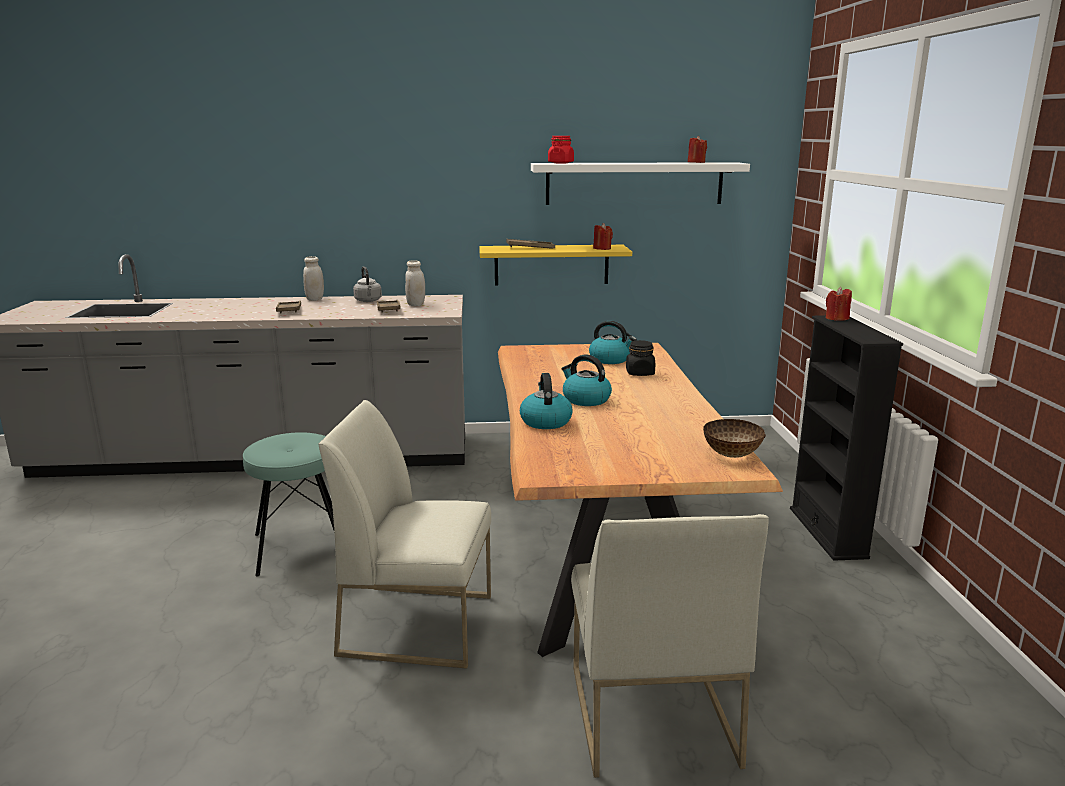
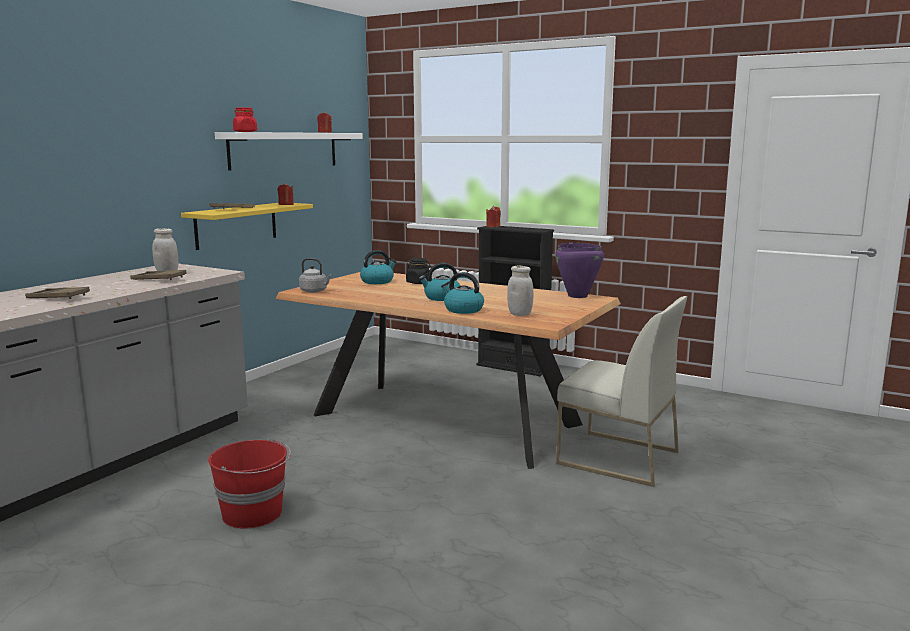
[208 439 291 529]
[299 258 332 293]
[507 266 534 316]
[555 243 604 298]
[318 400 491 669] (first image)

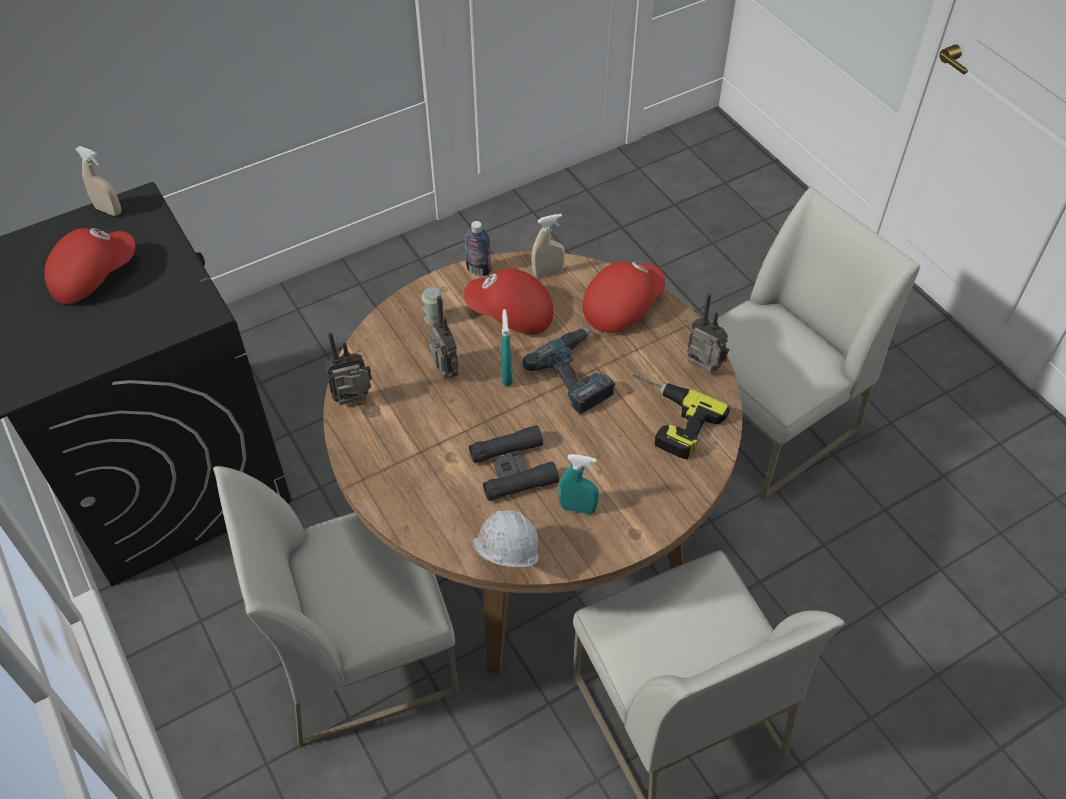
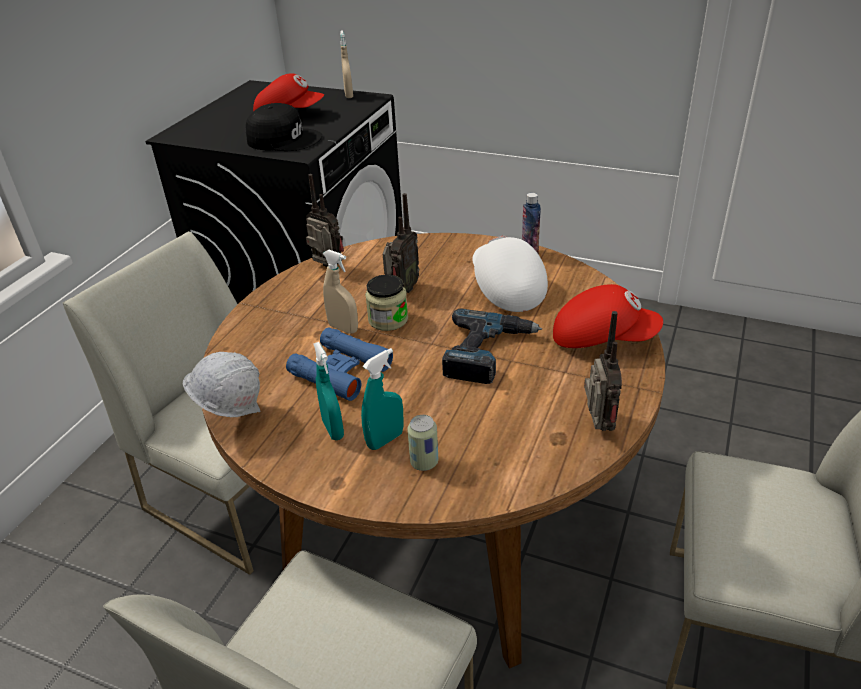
[246 103 322 151]
[286 328 393 401]
[323 250 358 334]
[361 348 403 450]
[365 274 408 331]
[407 415 438 471]
[472 236 548 312]
[633 374 730 459] (first image)

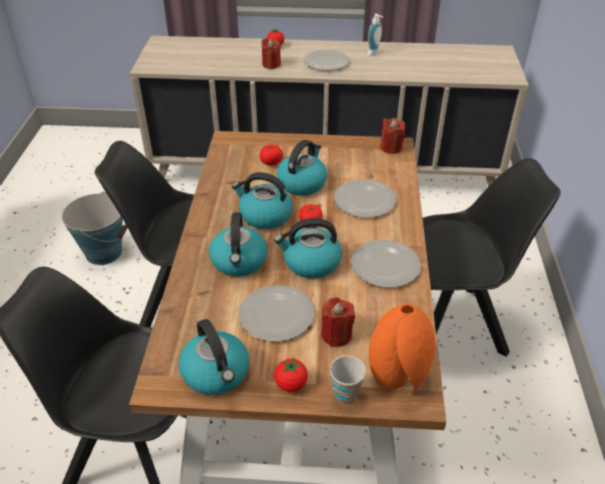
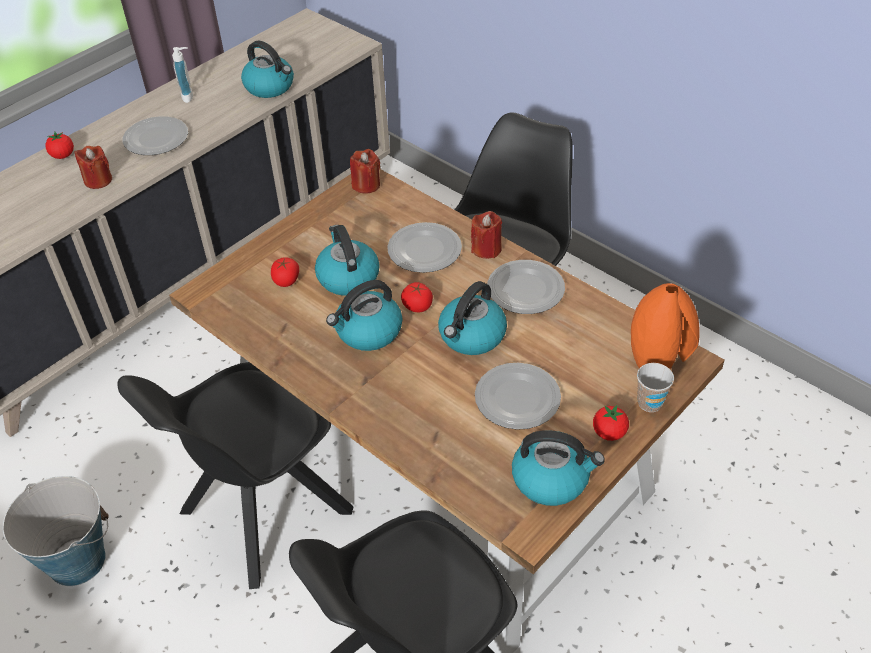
[241 40 294 98]
[471 211 502 259]

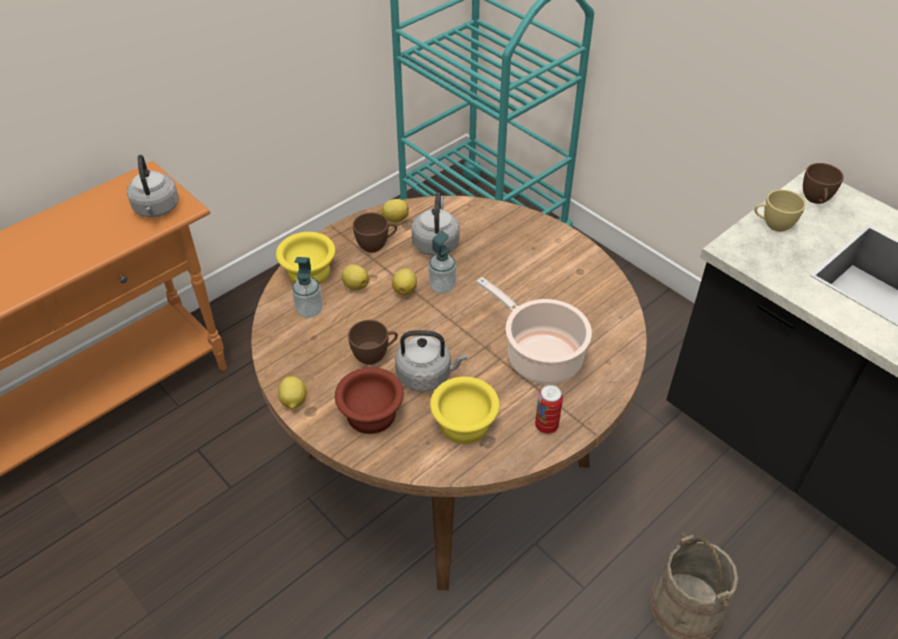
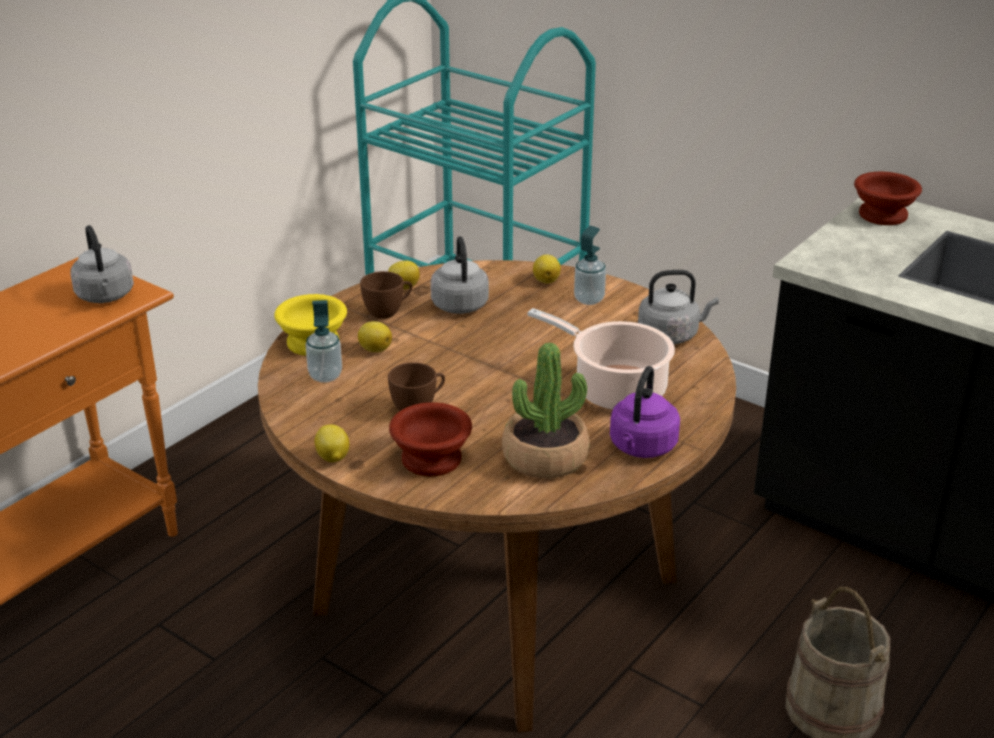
[502 343 590 479]
[533 255 561 283]
[574 226 606 305]
[610 366 680 458]
[638 270 719 344]
[854 172 922 225]
[754 190 806 232] (first image)

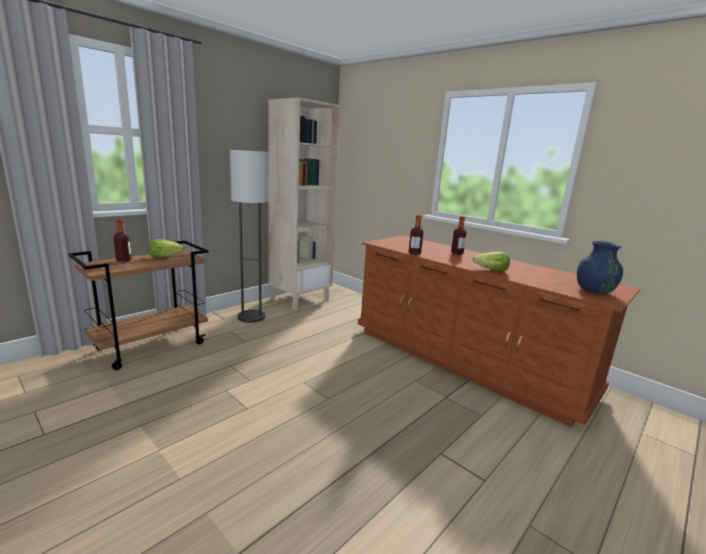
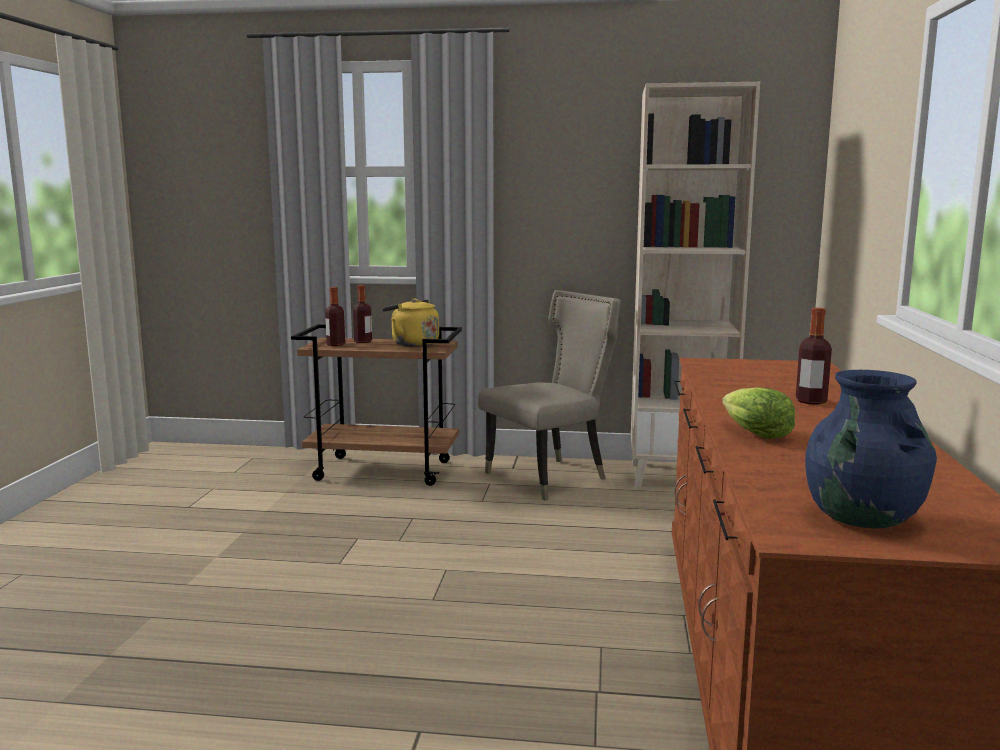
[325 287 345 346]
[382 299 439 347]
[478 290 621 501]

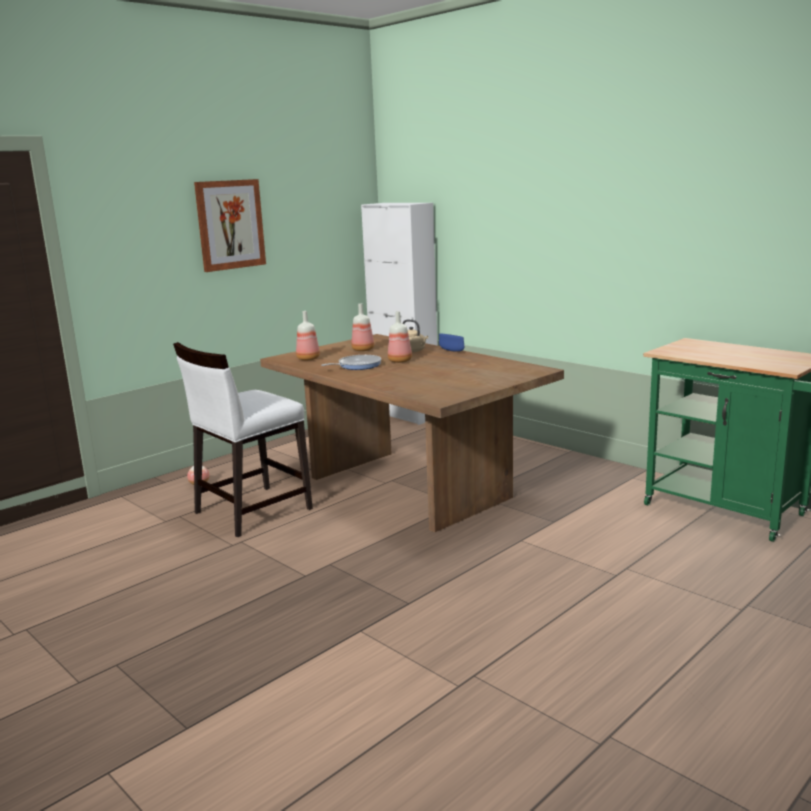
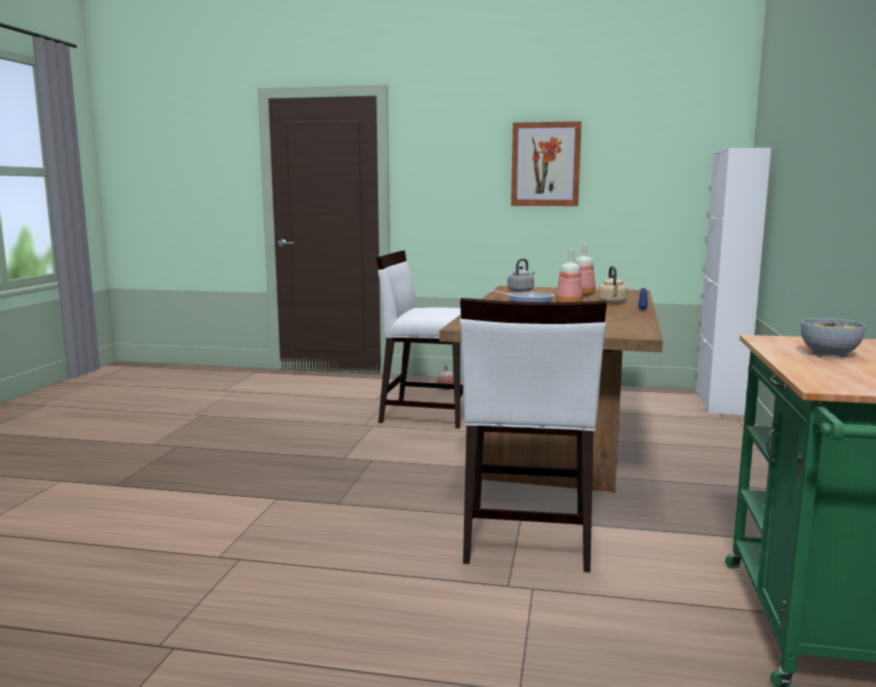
[460 298 607 572]
[507 259 534 292]
[801 318 866 358]

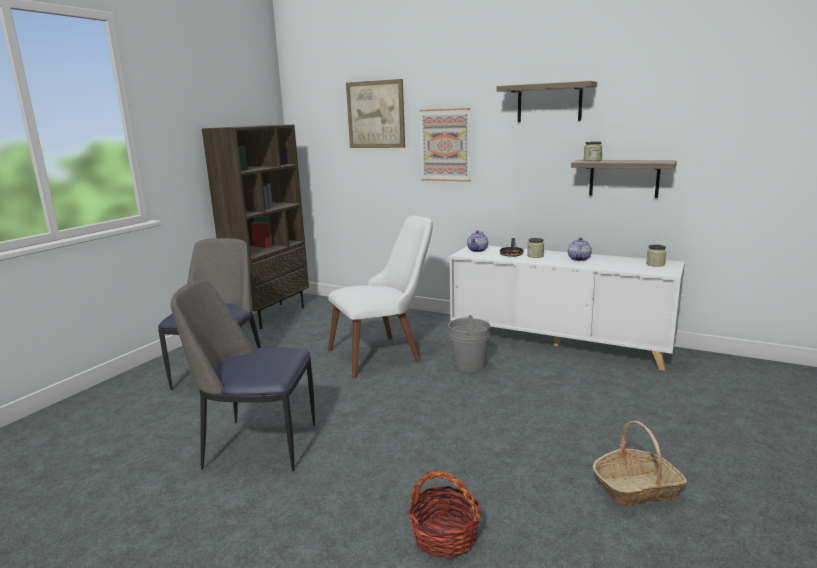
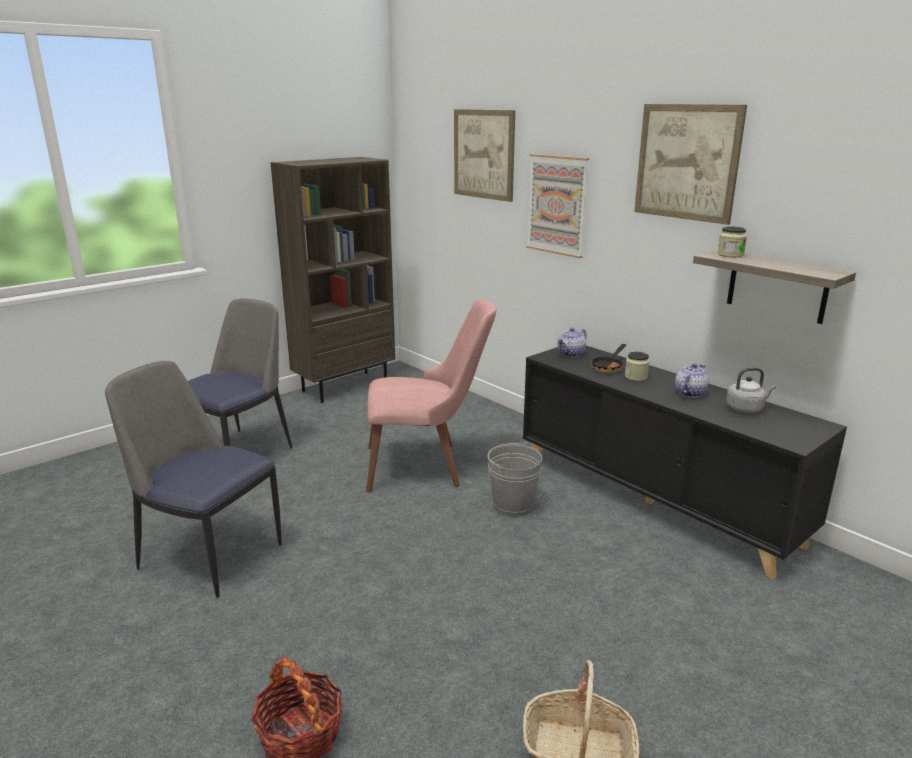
[366 299 496 493]
[523 346 847 580]
[634 104 747 225]
[726 368 776 413]
[646 245 666 267] (first image)

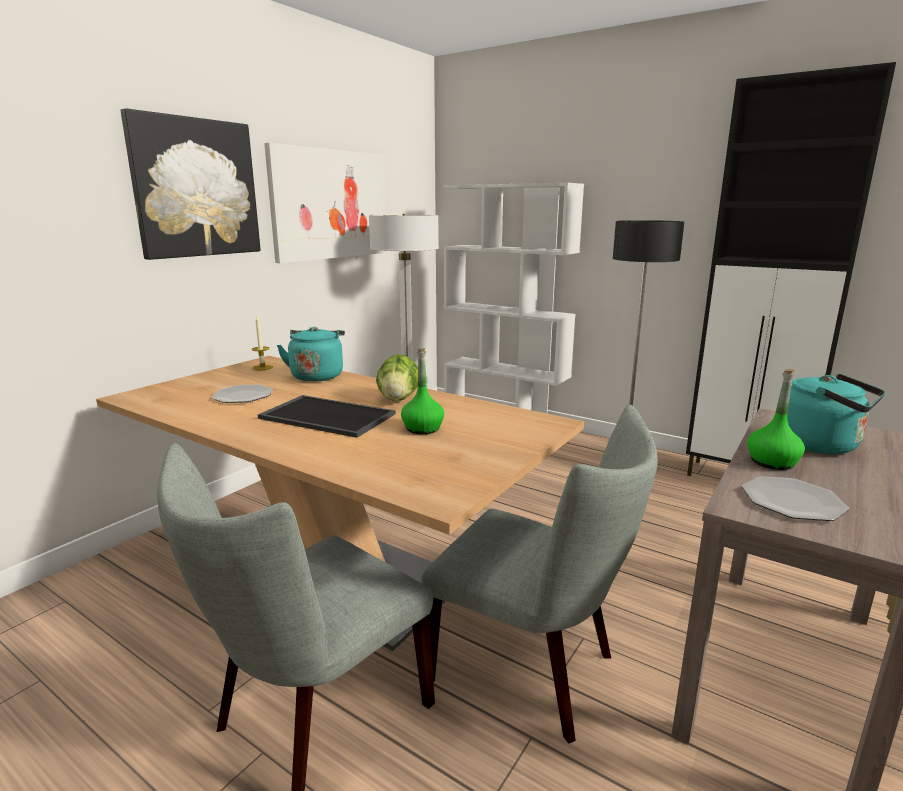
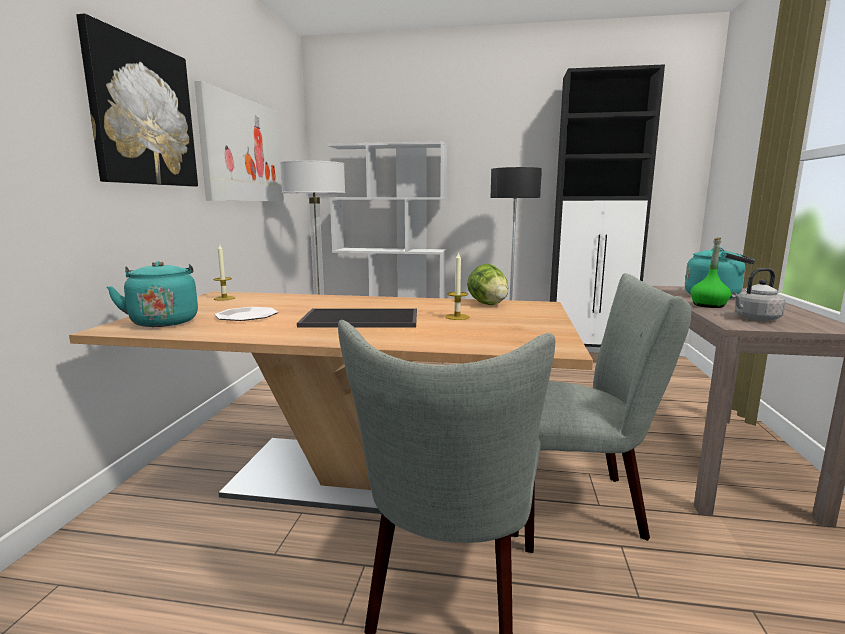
[107 261 198 327]
[445 251 470 320]
[467 264 508 305]
[732 268 786 321]

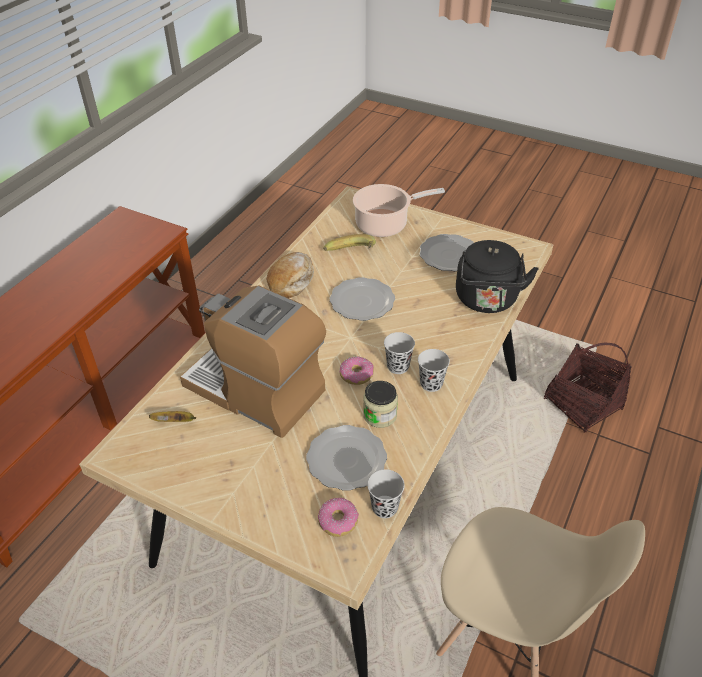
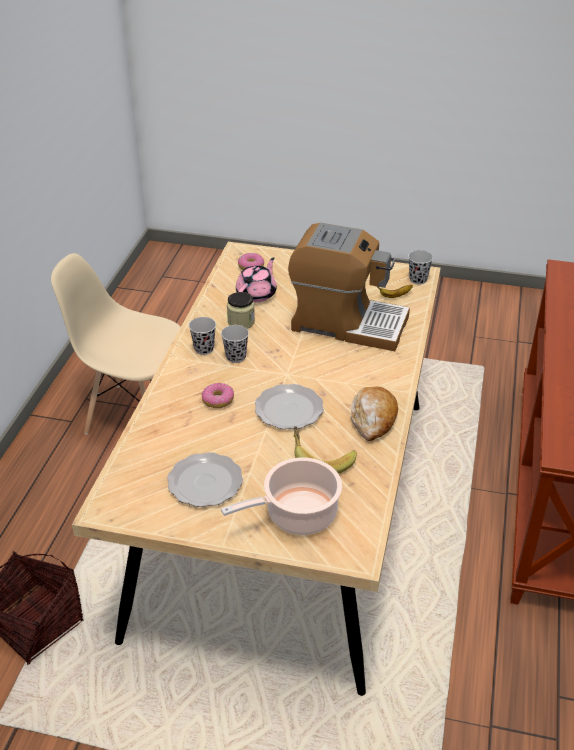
[202 383 234 408]
[236 257 277 303]
[408 250 433 284]
[456 240 539 313] (first image)

